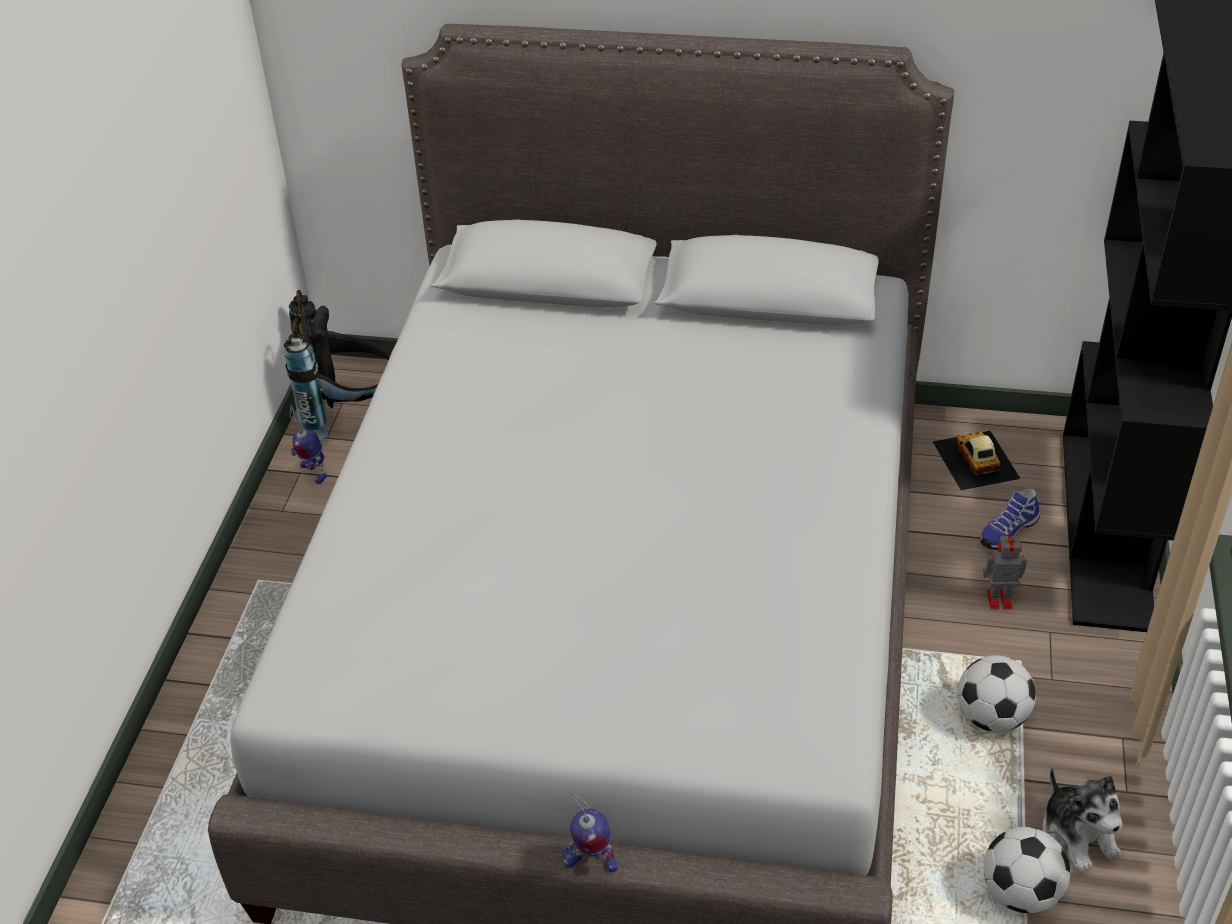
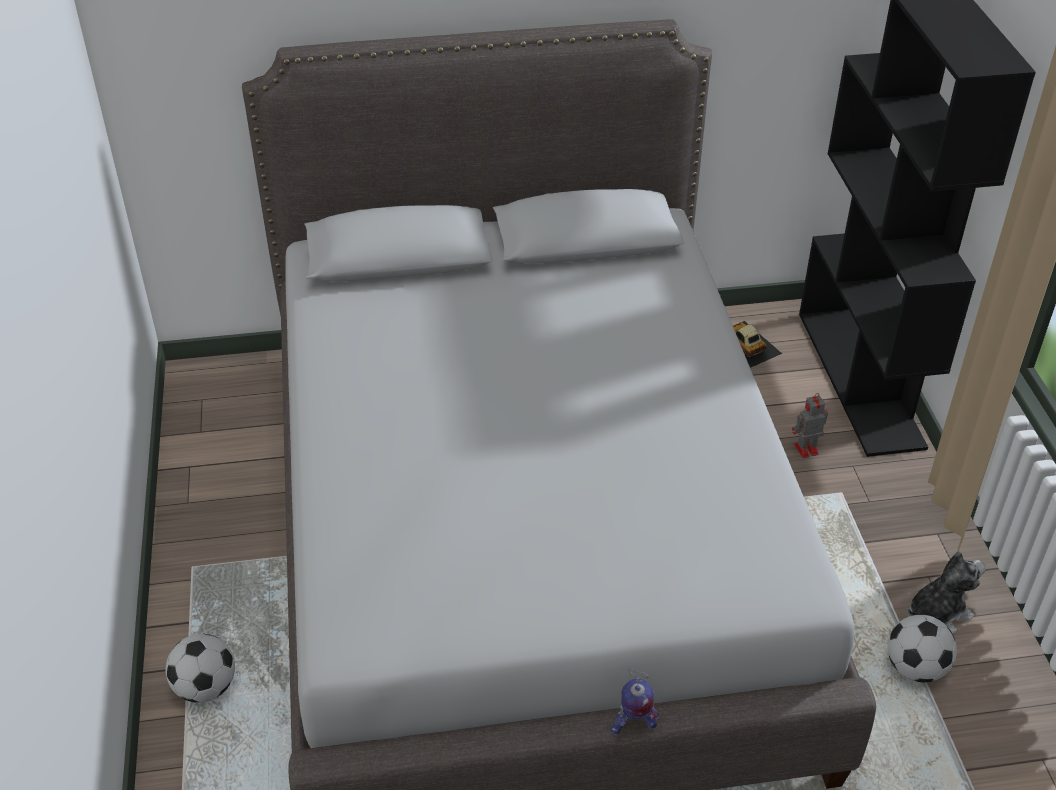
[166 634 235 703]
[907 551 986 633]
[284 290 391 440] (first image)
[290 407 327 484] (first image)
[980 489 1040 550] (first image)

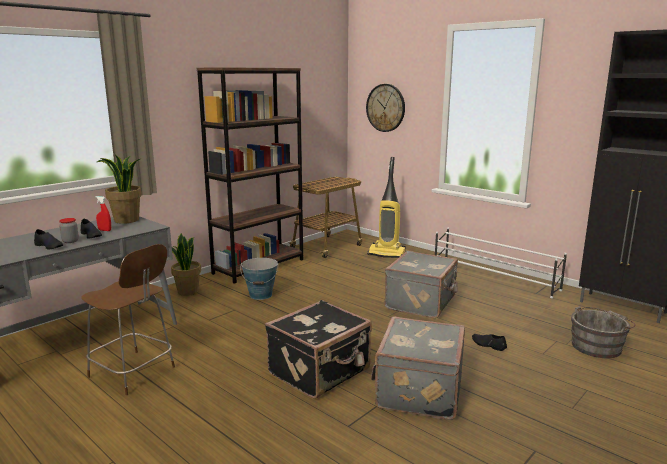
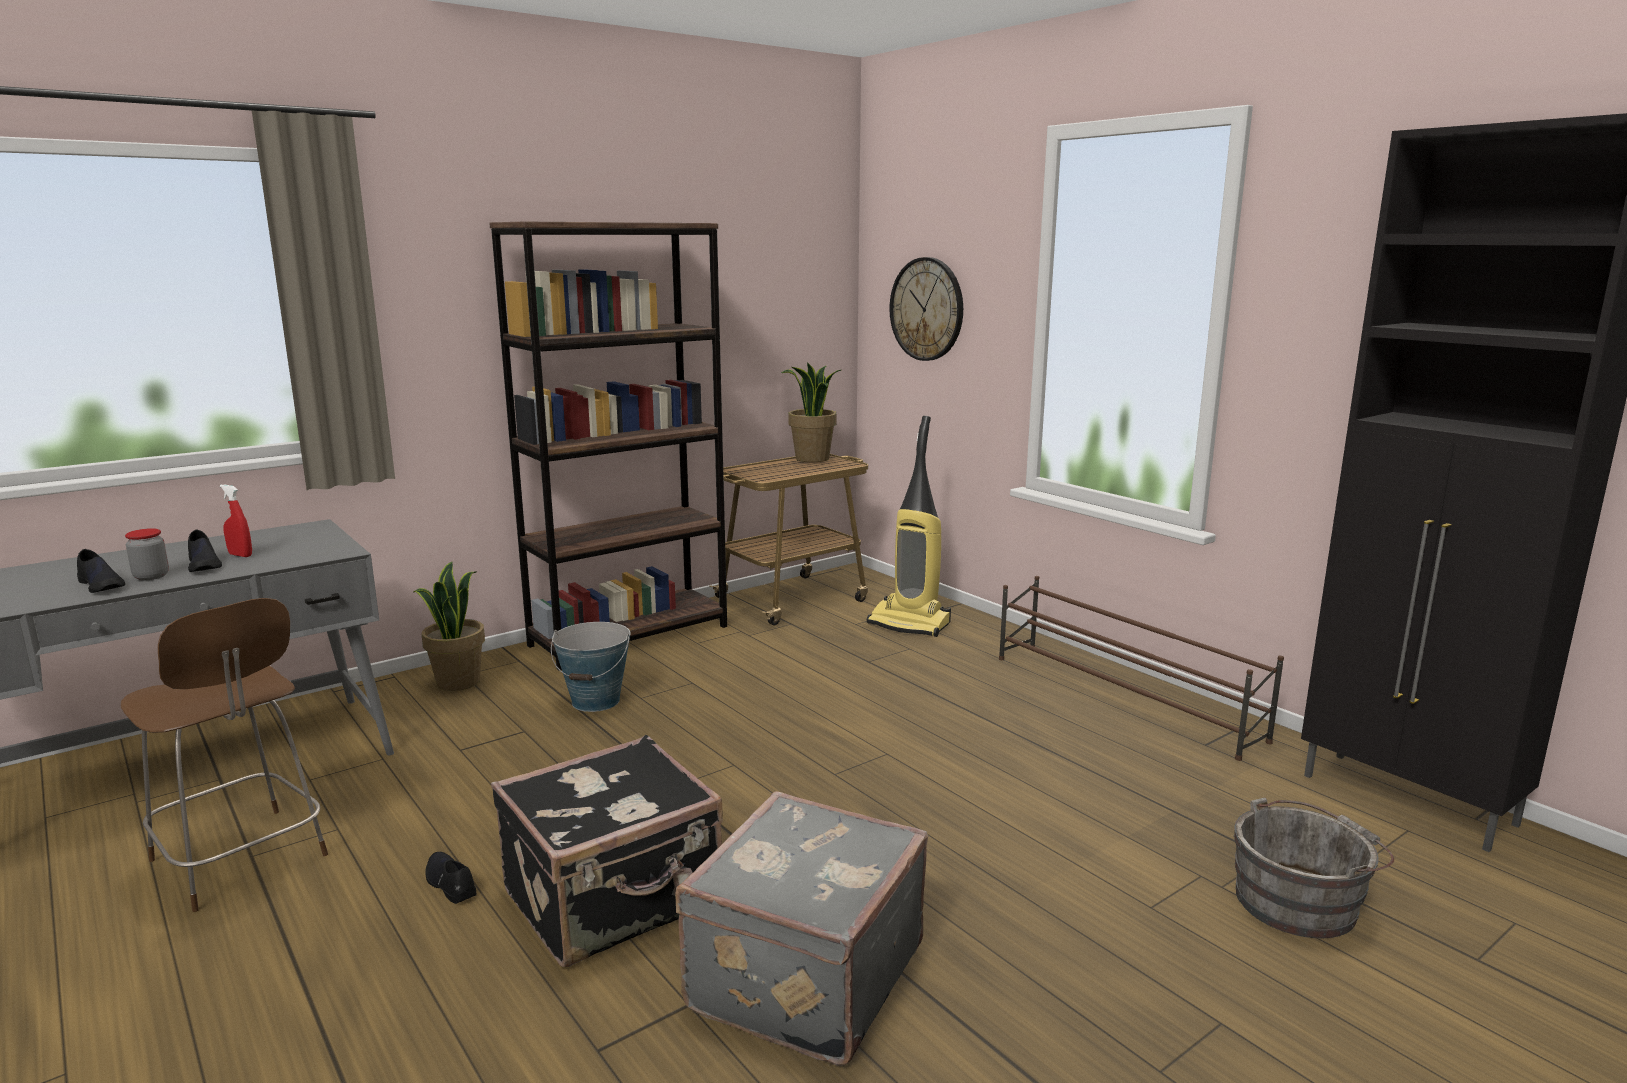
[425 852 477 904]
[781 362 841 462]
[999 576 1284 761]
[385 251 458 318] (first image)

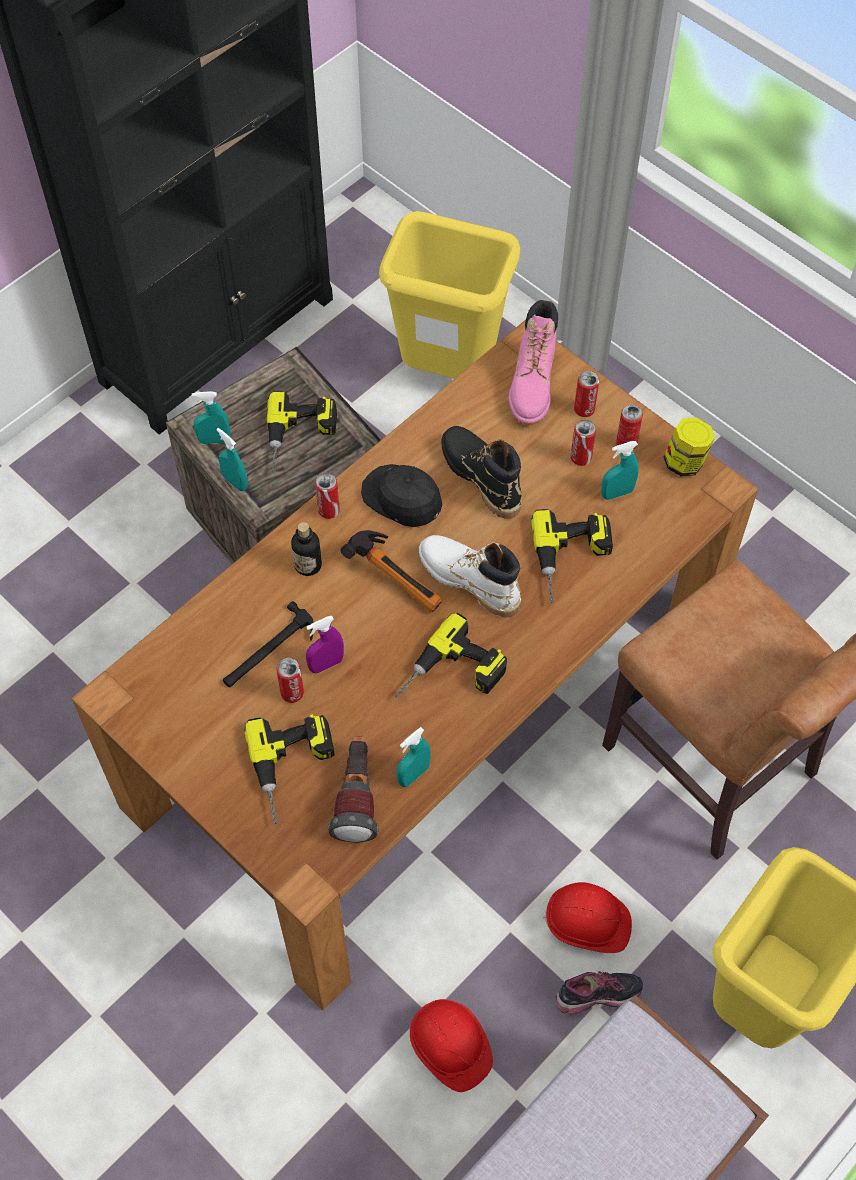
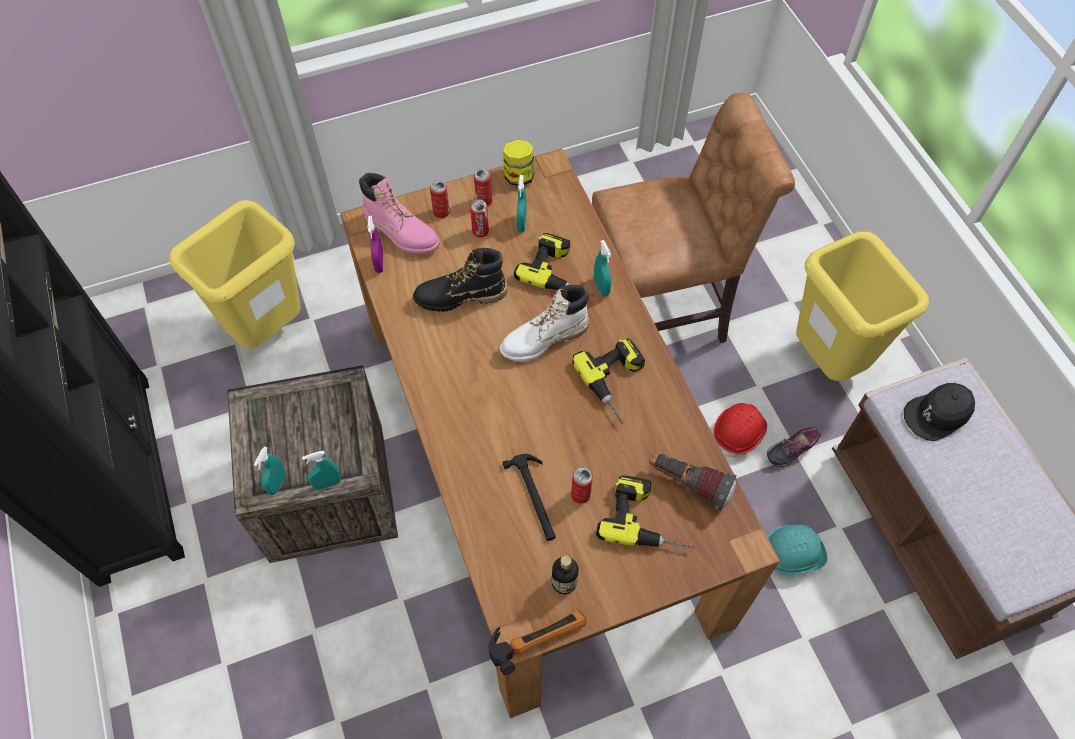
[368 216 384 273]
[489 609 587 675]
[552 555 579 594]
[594 240 611 297]
[767 427 821 467]
[767 524 827 575]
[903 383 975 441]
[267 391 337 473] (first image)
[315 473 340 519] (first image)

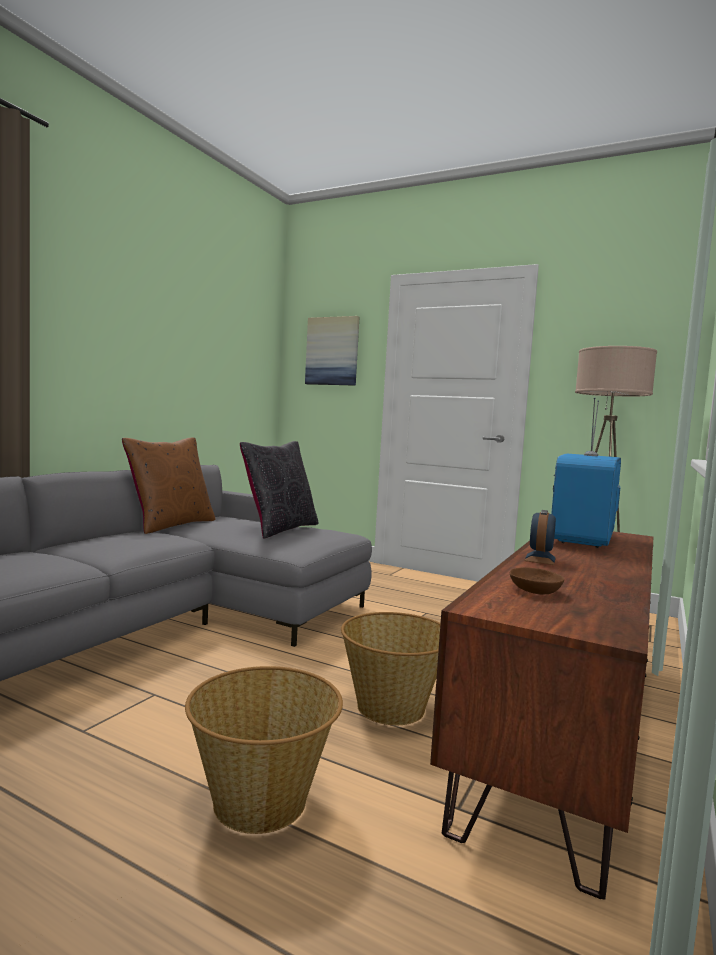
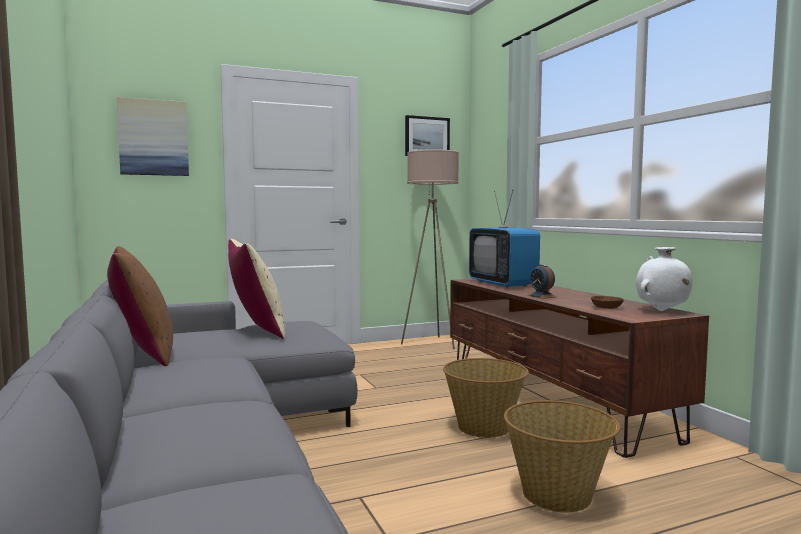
[228 239 285 339]
[405 115 450 156]
[636 247 692 311]

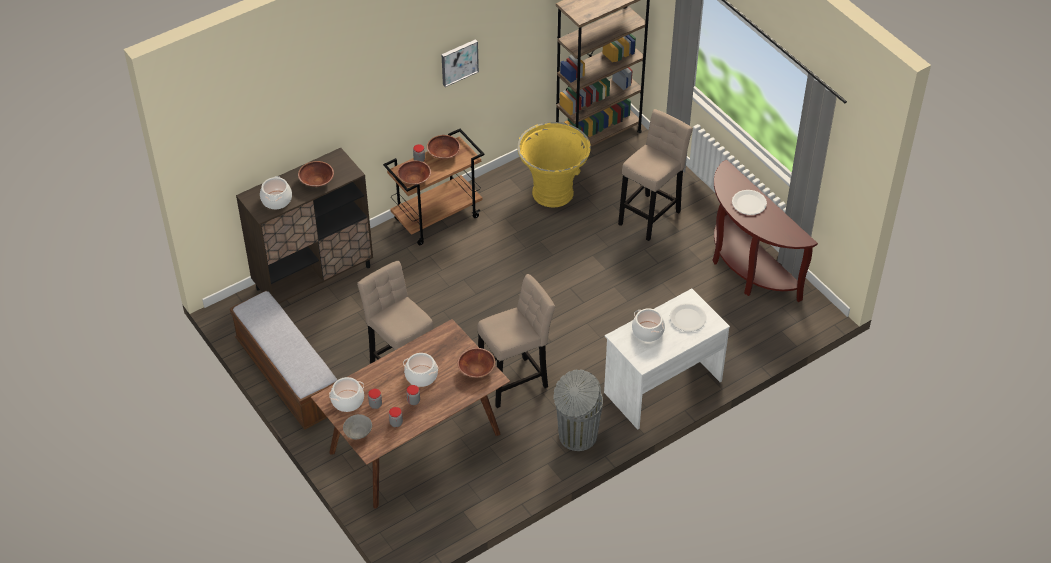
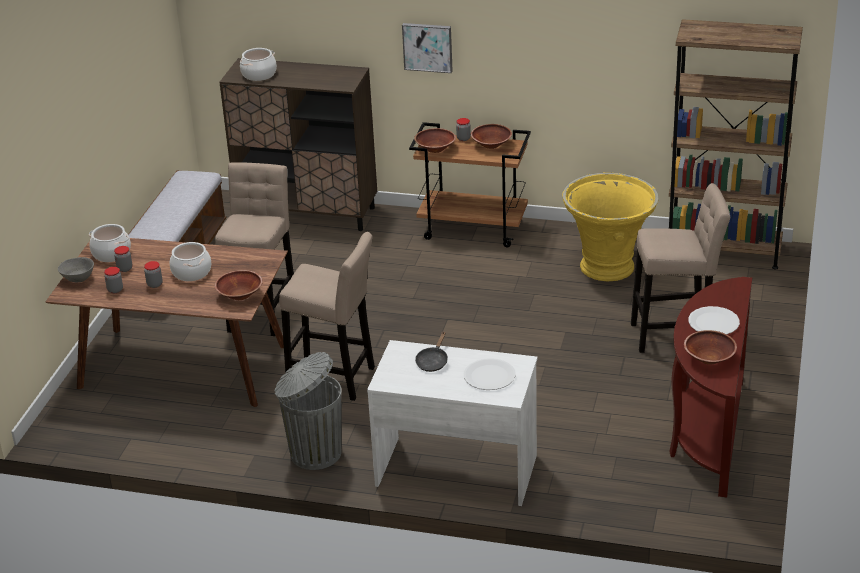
[402 23 453 73]
[415 331 448 372]
[684 330 737 364]

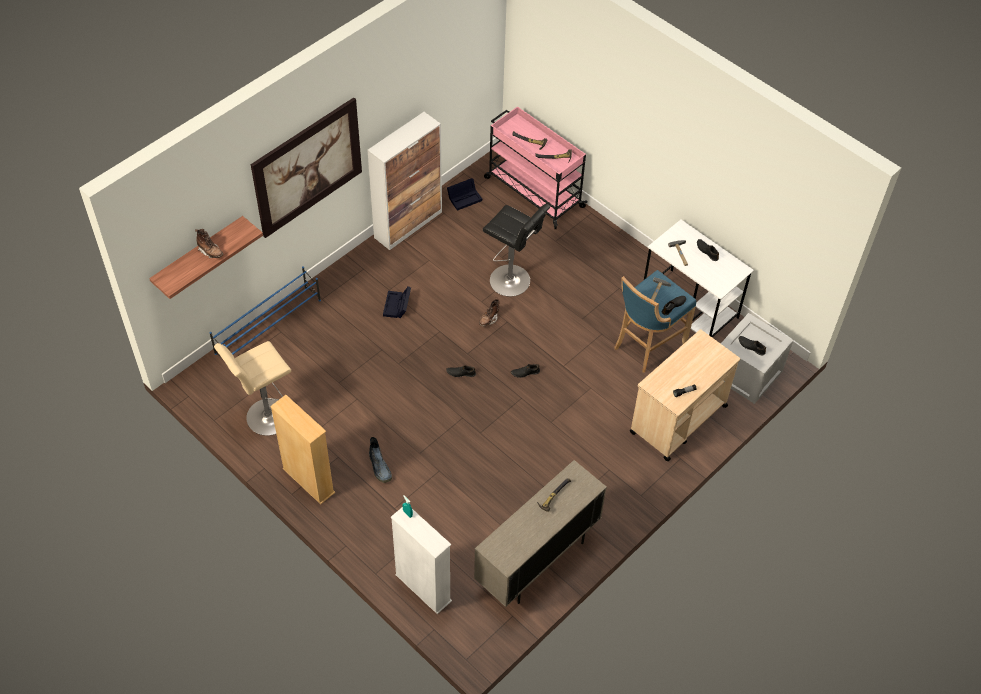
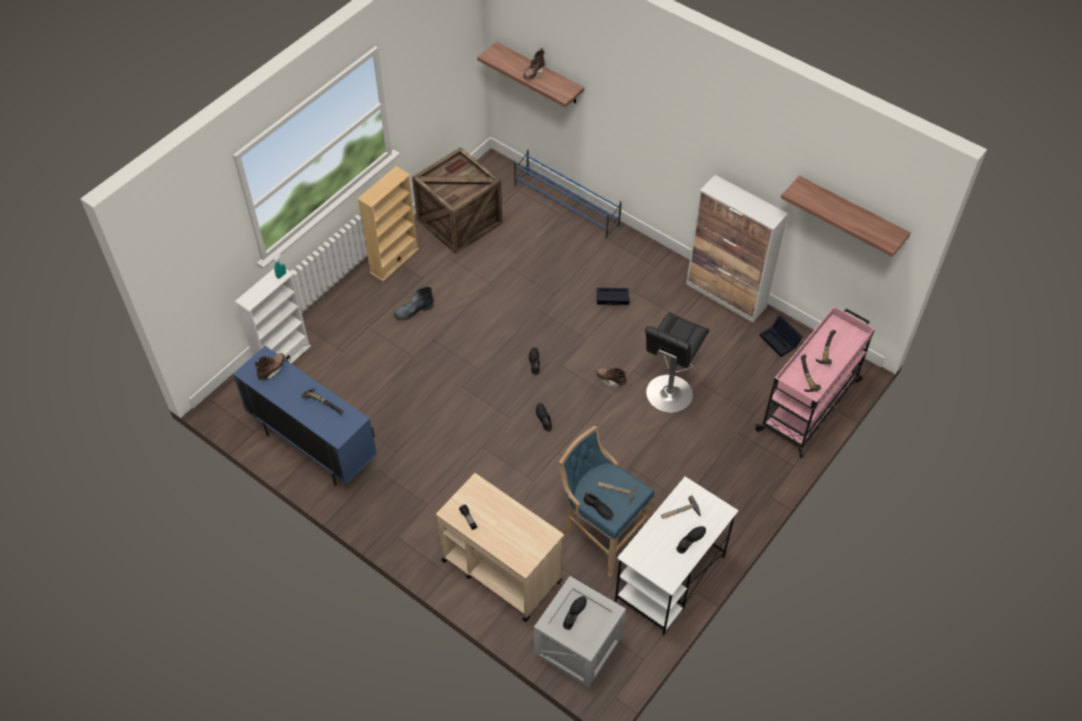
[233 346 377 486]
[255 353 285 381]
[412 147 502 254]
[781 176 910 257]
[251 97 362 238] (first image)

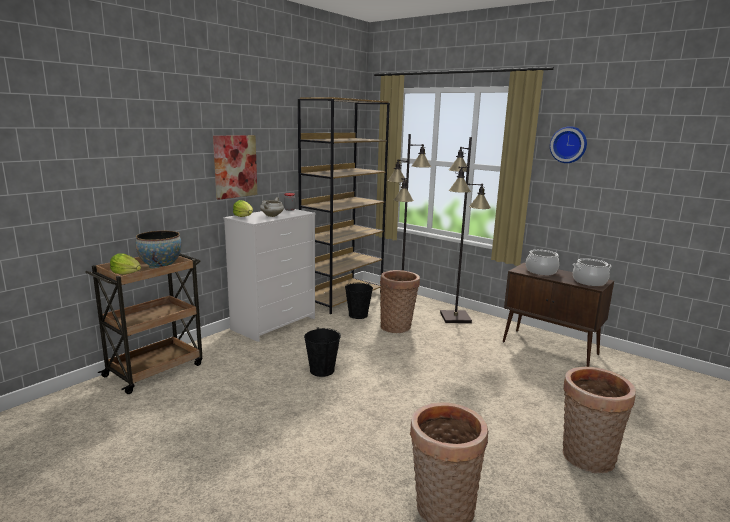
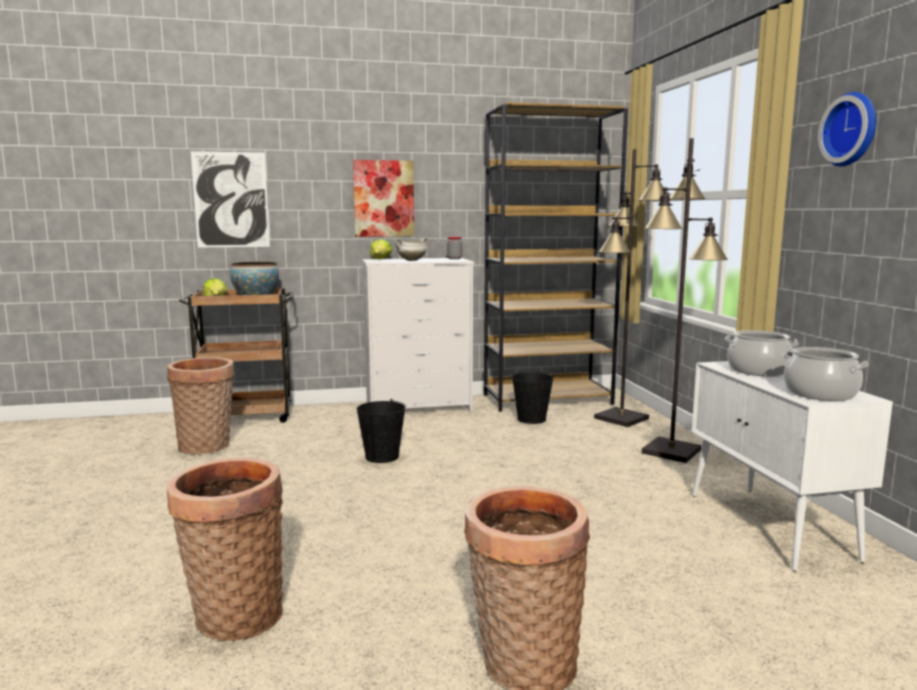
[167 357 234 455]
[191 151 270 247]
[691 361 893 572]

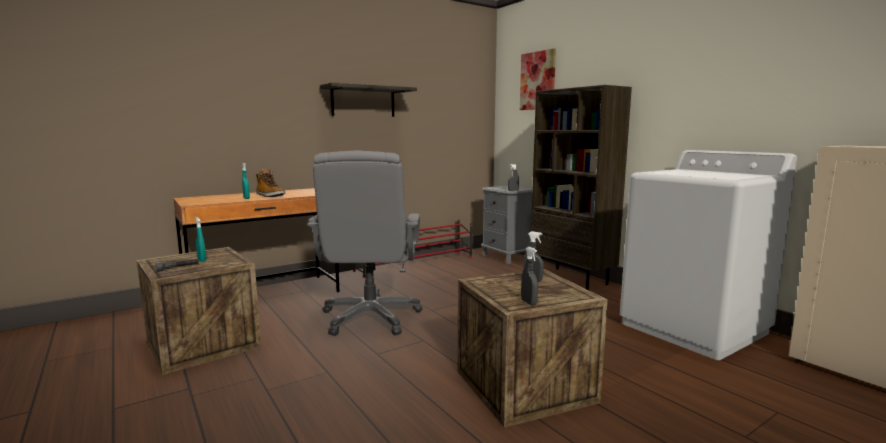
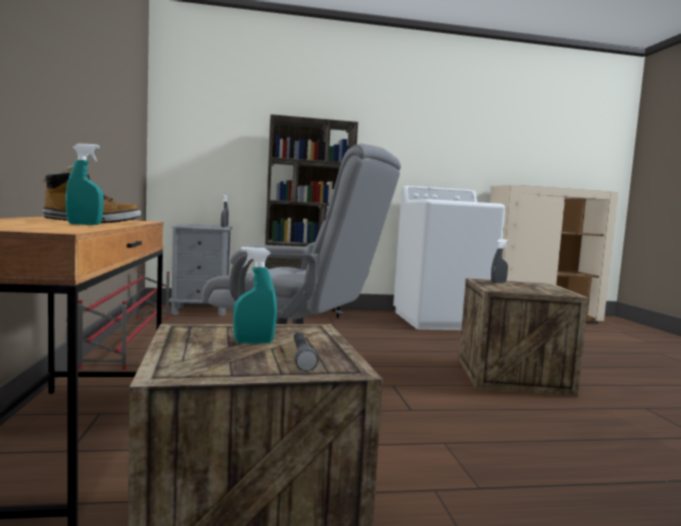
[320 83 417 117] (first image)
[520 49 556 110] (first image)
[521 247 538 306] (first image)

